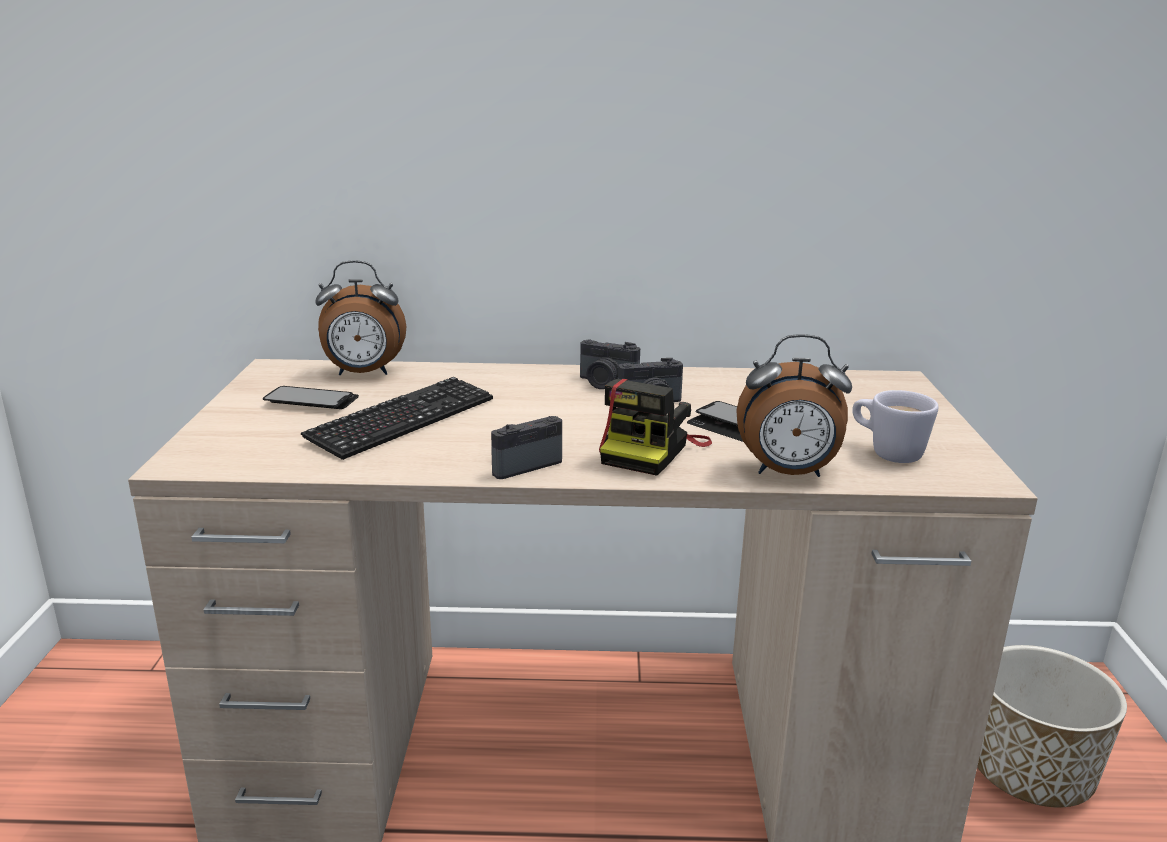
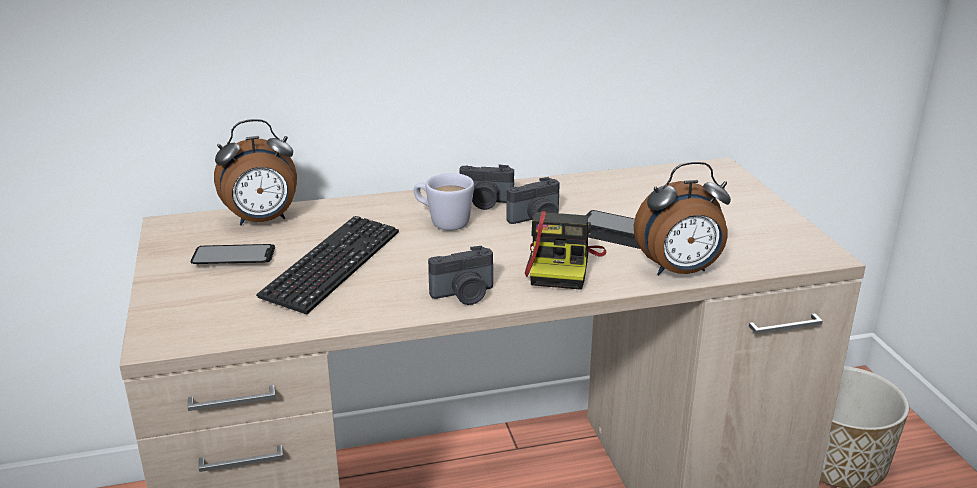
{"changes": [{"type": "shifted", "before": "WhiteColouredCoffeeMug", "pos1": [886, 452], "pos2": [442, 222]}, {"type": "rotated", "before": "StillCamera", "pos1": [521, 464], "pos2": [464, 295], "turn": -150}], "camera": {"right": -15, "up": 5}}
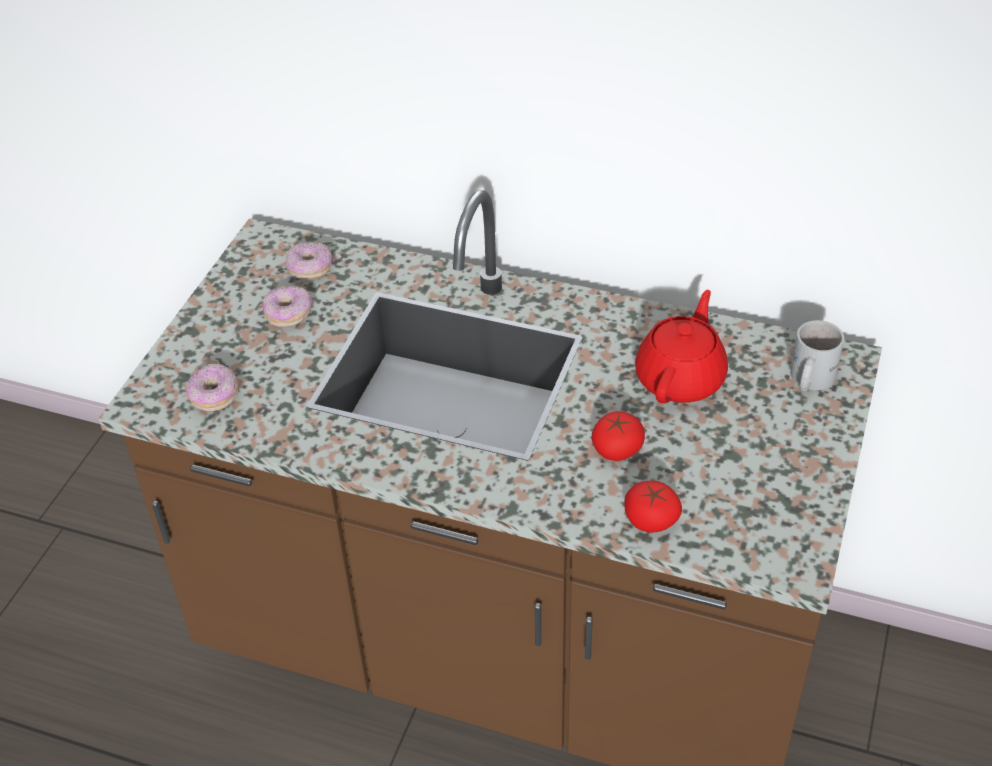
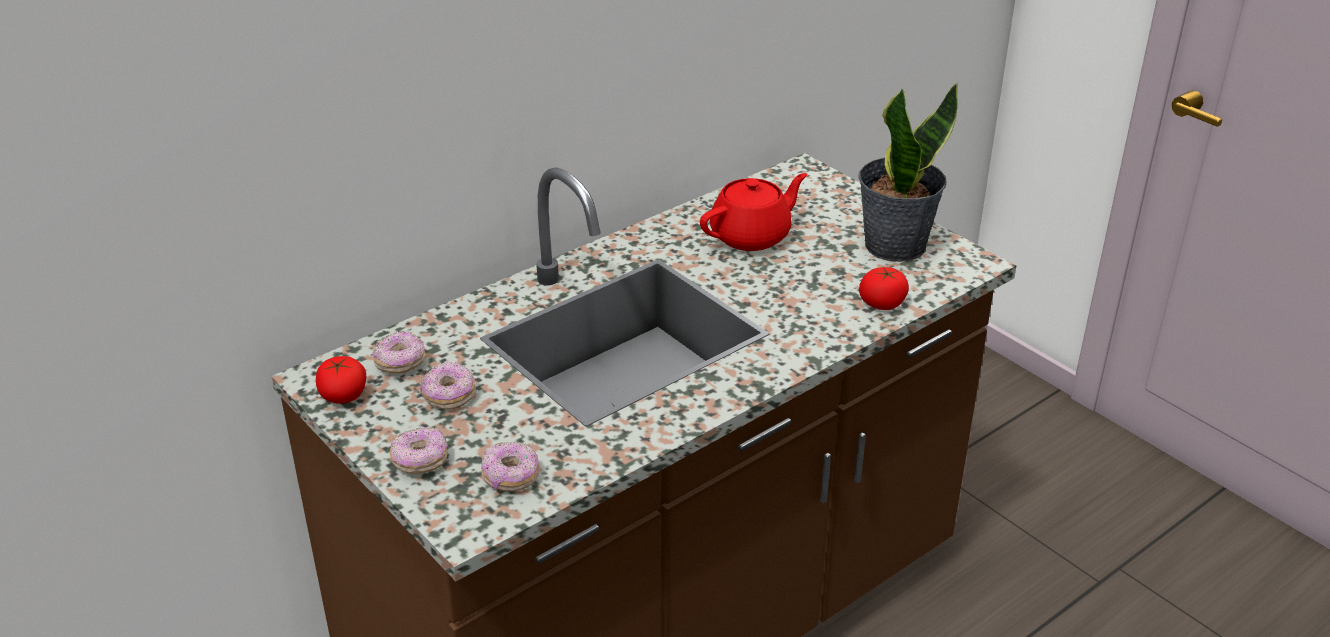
{"changes": [{"type": "shifted", "before": "WholeTomato", "pos1": [617, 449], "pos2": [343, 395]}, {"type": "new", "after": "RingDoughnut", "pos2": [420, 461]}, {"type": "rotated", "before": "RedPotForTea", "pos1": [681, 378], "pos2": [752, 236], "turn": 90}, {"type": "new", "after": "PottedPlant", "pos2": [894, 244]}, {"type": "gone", "before": "WhiteColouredCoffeeMug", "pos1": [808, 379]}], "camera": {"right": -60, "up": -10}}
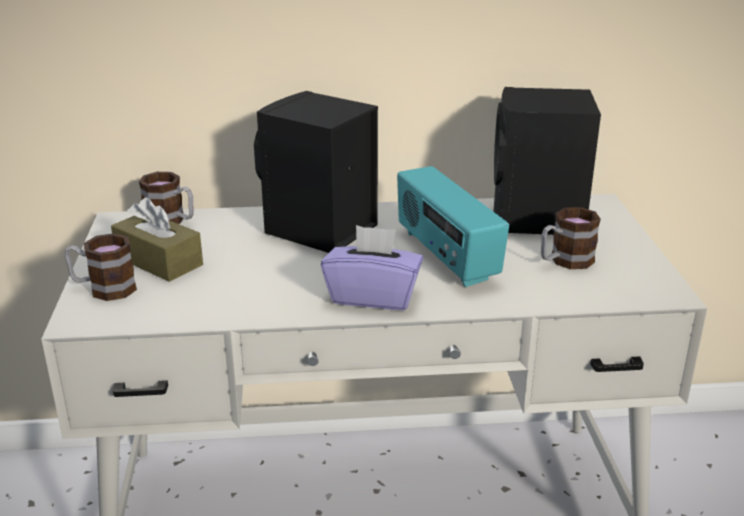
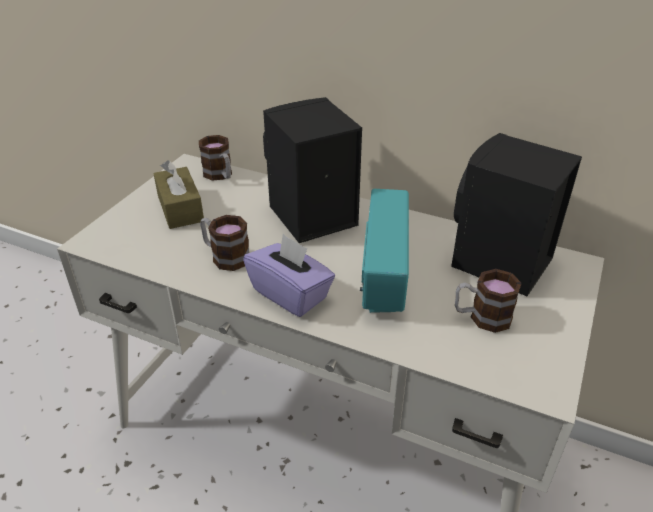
{"changes": [{"type": "shifted", "before": "CoffeeMug", "pos1": [104, 288], "pos2": [225, 256]}], "camera": {"right": 30, "up": 10}}
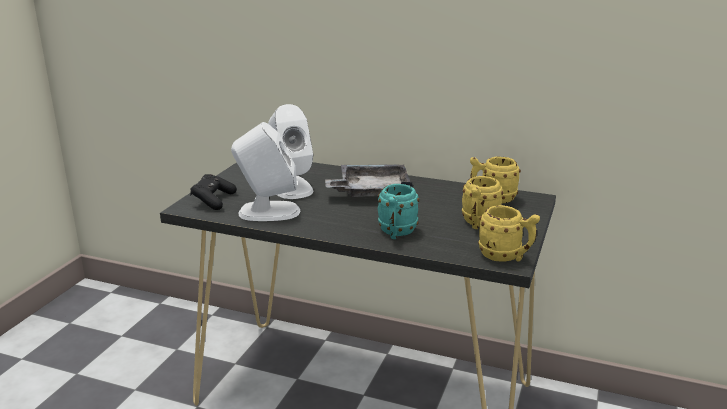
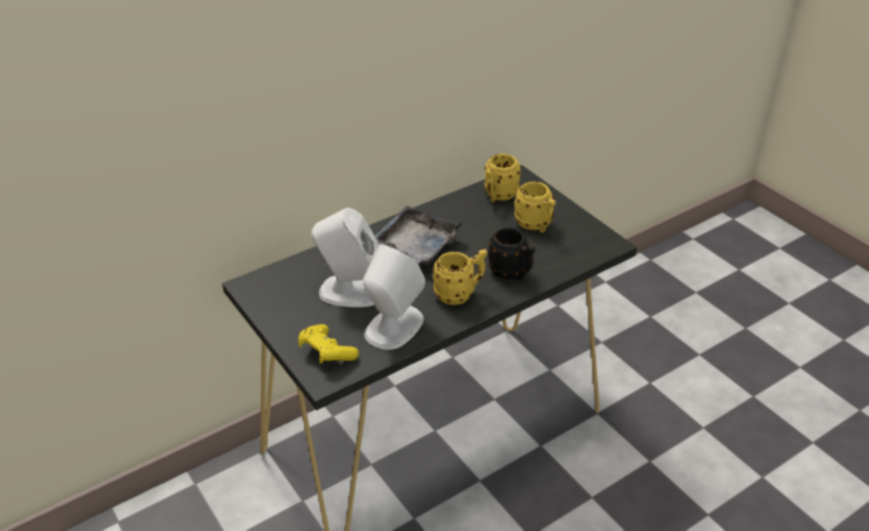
{"changes": [{"type": "repainted", "before": "BlackishJoypad", "after": "YellowJoypad", "pos1": [213, 200], "pos2": [326, 353]}, {"type": "shifted", "before": "YellowCoffeeMug", "pos1": [506, 257], "pos2": [460, 294]}, {"type": "repainted", "before": "TurquoiseColouredCoffeeMug", "after": "BlackishCoffeeMug", "pos1": [396, 233], "pos2": [512, 274]}], "camera": {"right": -55, "up": 15}}
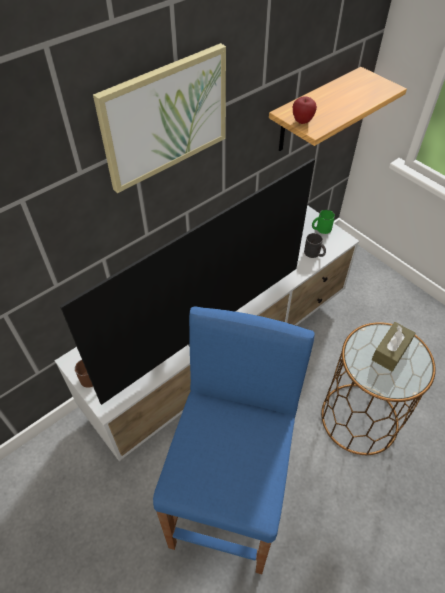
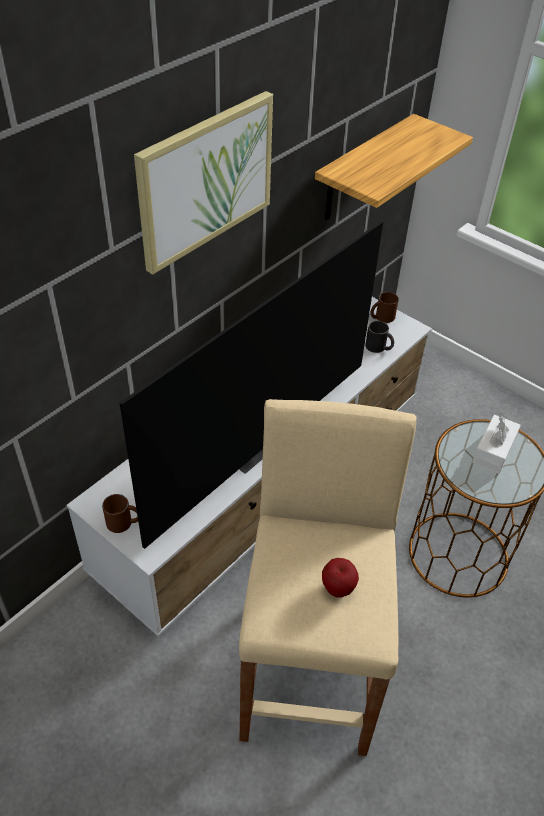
{"changes": [{"type": "repainted", "before": "BlueColouredStoolSeat", "after": "BeigeColouredStoolSeat", "pos1": [230, 497], "pos2": [309, 669]}, {"type": "shifted", "before": "AppleFruit", "pos1": [302, 121], "pos2": [338, 588]}, {"type": "repainted", "before": "GreenCoffeeMug", "after": "BrownishCoffeeMug", "pos1": [321, 229], "pos2": [381, 317]}, {"type": "repainted", "before": "BrownishTissueBox", "after": "WhiteColouredTissueBox", "pos1": [391, 351], "pos2": [493, 451]}], "camera": {"right": -10, "up": -5}}
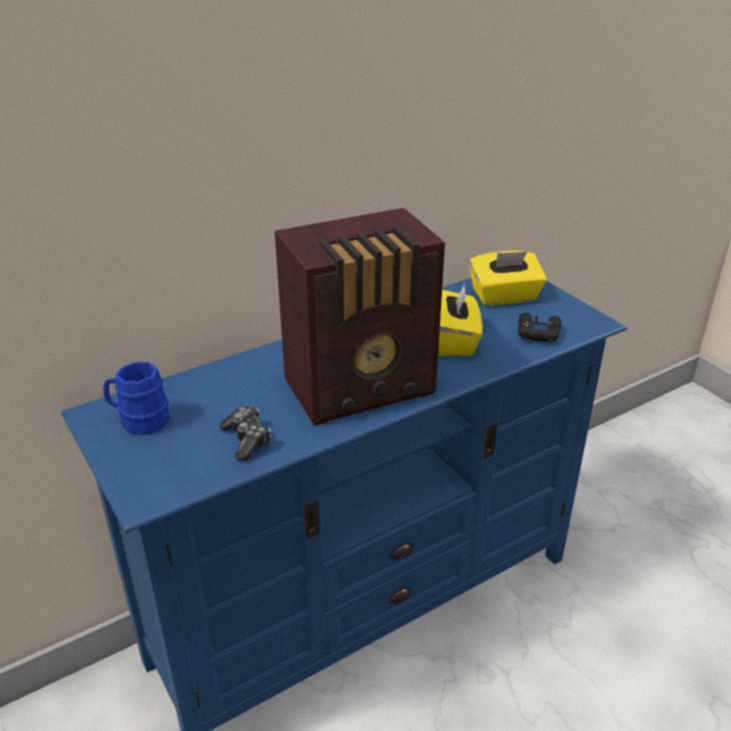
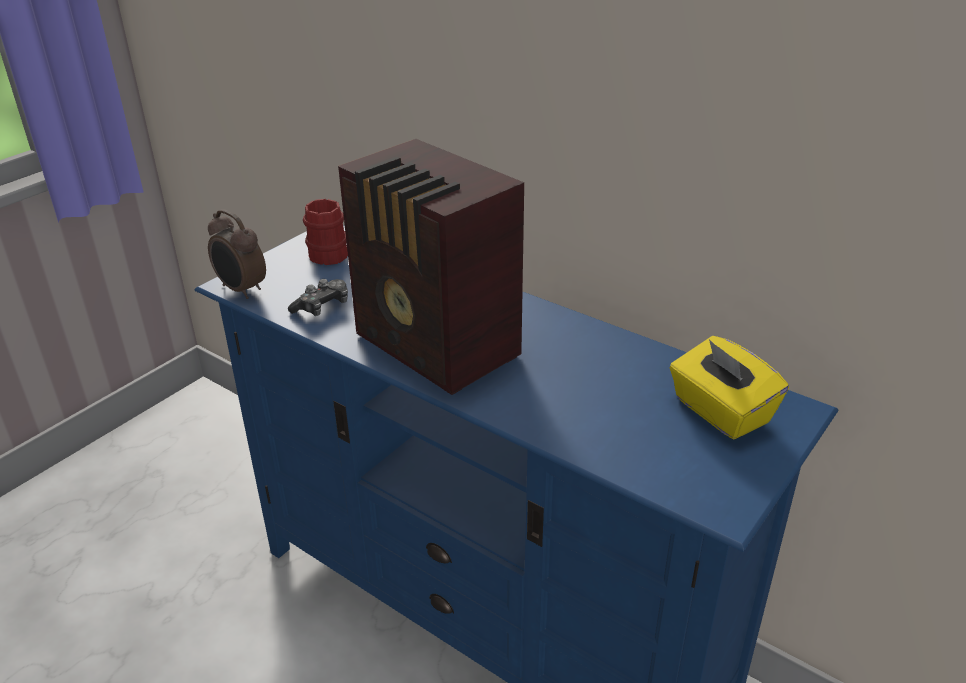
{"changes": [{"type": "new", "after": "TableClock", "pos2": [241, 290]}, {"type": "repainted", "before": "BlueColouredCoffeeMug", "after": "RedCoffeeMug", "pos1": [139, 420], "pos2": [327, 252]}, {"type": "gone", "before": "YellowTissueBox", "pos1": [453, 340]}, {"type": "gone", "before": "BlackishJoypad", "pos1": [537, 332]}], "camera": {"right": 70, "up": 0}}
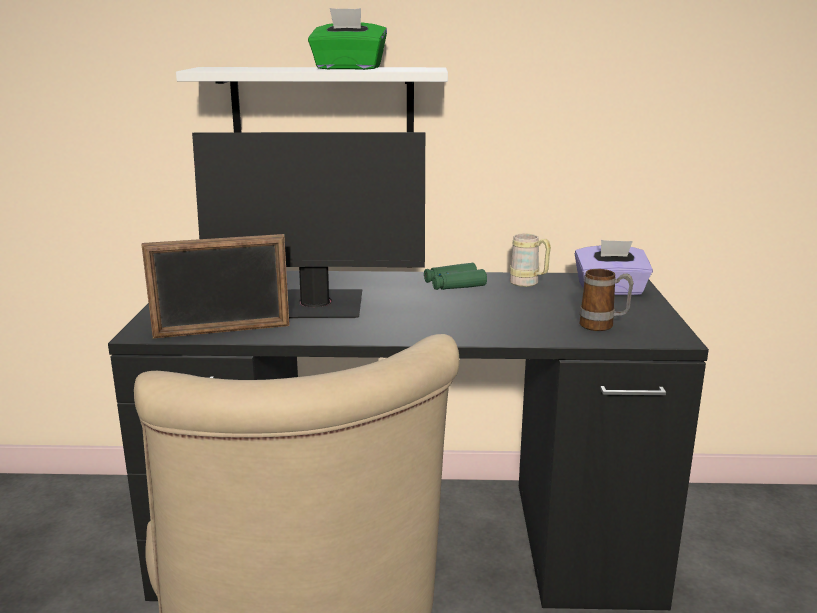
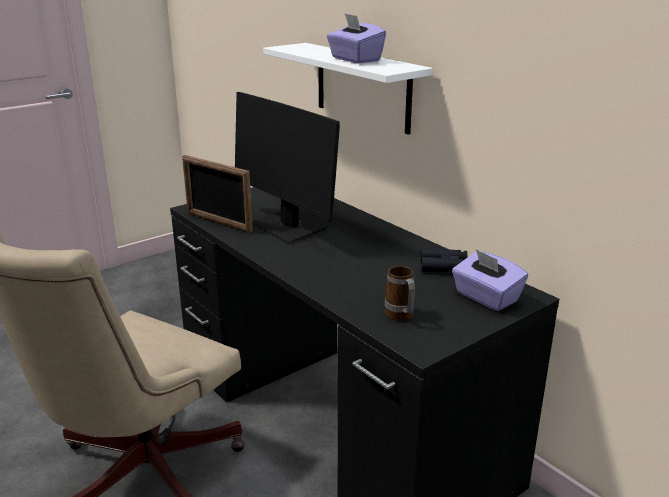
{"changes": [{"type": "repainted", "before": "GreenTissueBox", "after": "PurplishTissueBox", "pos1": [348, 68], "pos2": [355, 59]}, {"type": "swapped", "before": "BeigeColouredCoffeeMug", "after": "BlackishPairOfBinoculars", "pos1": [529, 284], "pos2": [444, 267]}, {"type": "gone", "before": "GreenPairOfBinoculars", "pos1": [454, 284]}], "camera": {"right": 50, "up": 5}}
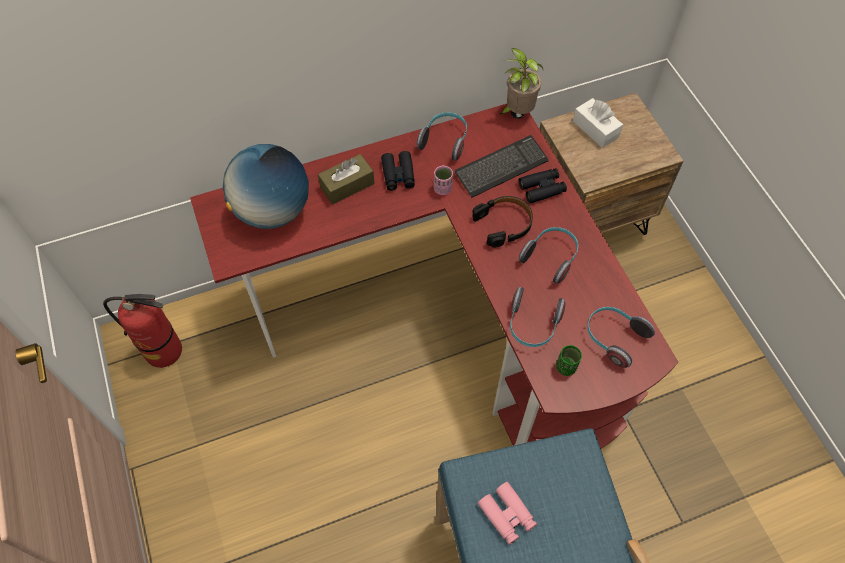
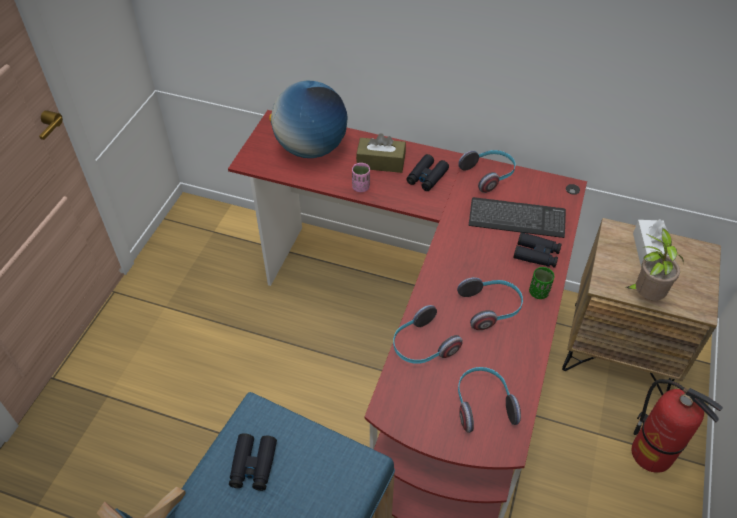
{"changes": [{"type": "repainted", "before": "PinkColouredPairOfBinoculars", "after": "BlackishPairOfBinoculars", "pos1": [507, 515], "pos2": [253, 465]}, {"type": "shifted", "before": "PinkColouredDrinkingCup", "pos1": [442, 189], "pos2": [361, 187]}, {"type": "shifted", "before": "GreenDrinkingCup", "pos1": [566, 367], "pos2": [538, 292]}, {"type": "shifted", "before": "PottedPlant", "pos1": [517, 112], "pos2": [645, 295]}, {"type": "shifted", "before": "FireExtinguisher", "pos1": [164, 351], "pos2": [652, 454]}, {"type": "gone", "before": "BlackishHeadphones", "pos1": [504, 224]}], "camera": {"right": 40, "up": -10}}
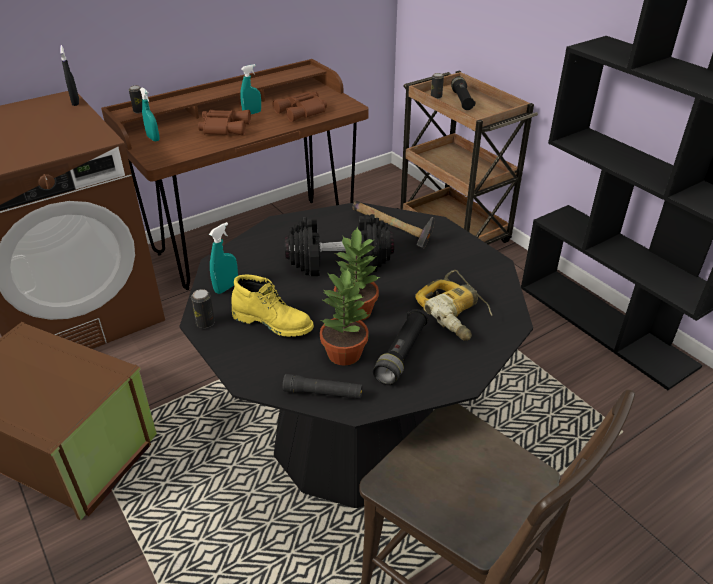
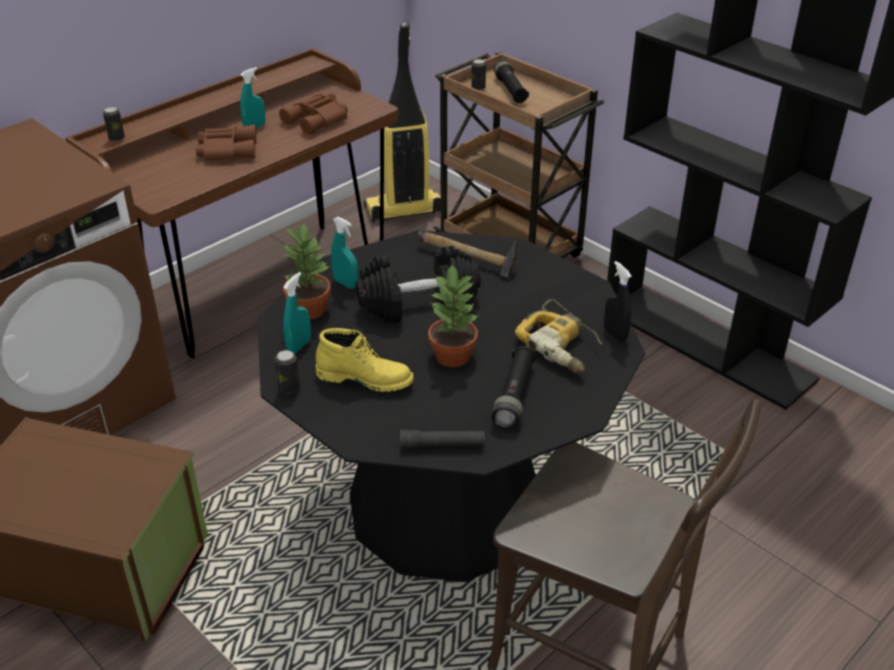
{"changes": [{"type": "shifted", "before": "PottedPlant", "pos1": [344, 353], "pos2": [308, 309]}, {"type": "shifted", "before": "TurquoiseColouredSprayBottle", "pos1": [153, 138], "pos2": [346, 283]}, {"type": "new", "after": "VacuumCleaner", "pos2": [403, 211]}, {"type": "shifted", "before": "BlackishSprayBottle", "pos1": [75, 102], "pos2": [615, 334]}], "camera": {"right": -10, "up": 0}}
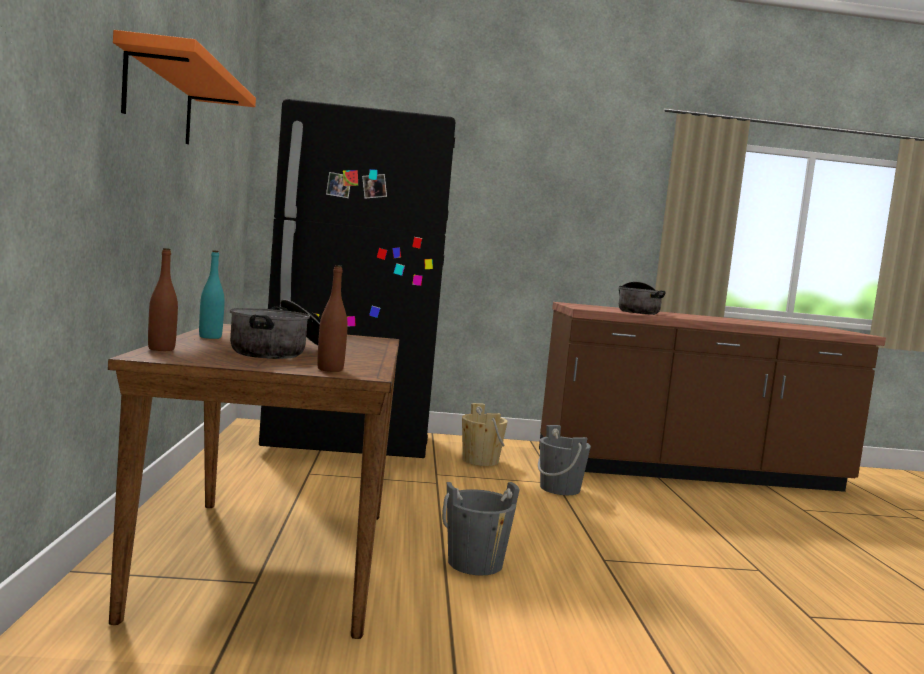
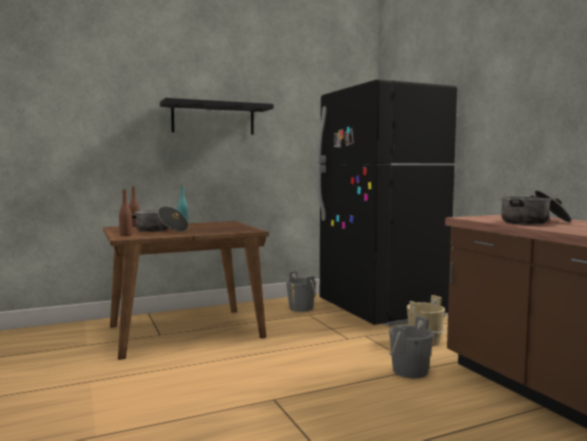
{"changes": [{"type": "repainted", "before": "OrangeColouredShelf", "after": "BlackishShelf", "pos1": [159, 98], "pos2": [213, 119]}, {"type": "shifted", "before": "GreyishPail", "pos1": [475, 563], "pos2": [301, 308]}], "camera": {"right": 70, "up": 0}}
